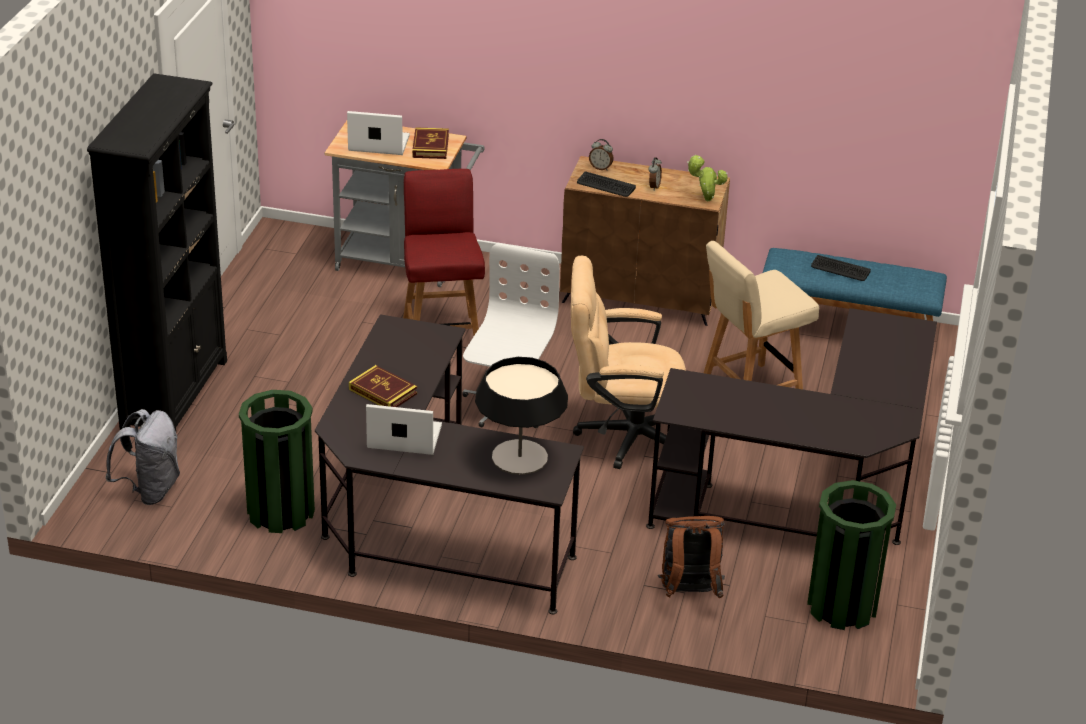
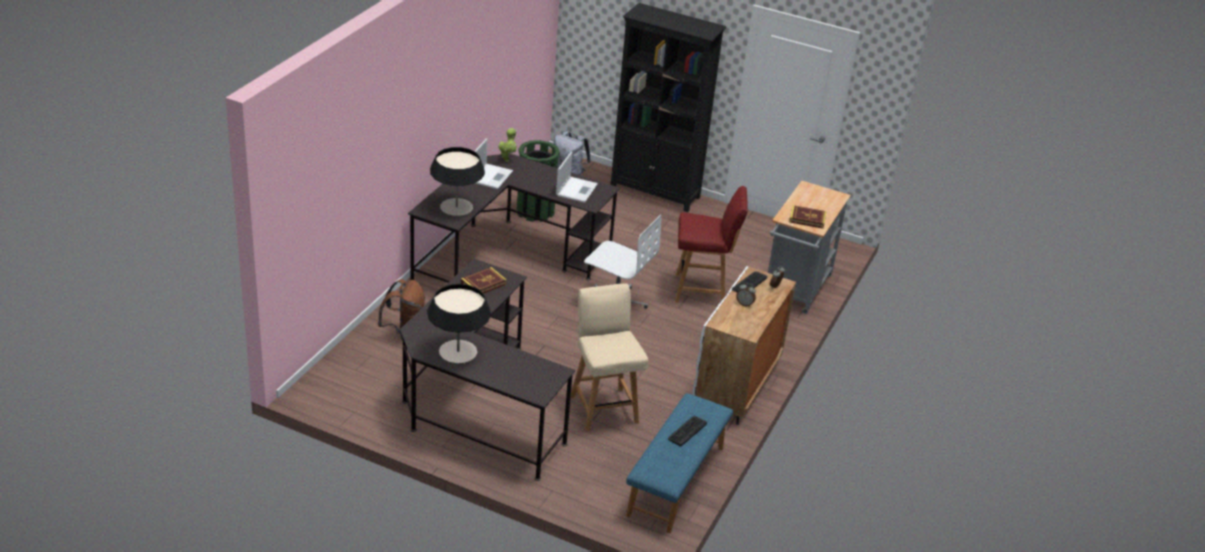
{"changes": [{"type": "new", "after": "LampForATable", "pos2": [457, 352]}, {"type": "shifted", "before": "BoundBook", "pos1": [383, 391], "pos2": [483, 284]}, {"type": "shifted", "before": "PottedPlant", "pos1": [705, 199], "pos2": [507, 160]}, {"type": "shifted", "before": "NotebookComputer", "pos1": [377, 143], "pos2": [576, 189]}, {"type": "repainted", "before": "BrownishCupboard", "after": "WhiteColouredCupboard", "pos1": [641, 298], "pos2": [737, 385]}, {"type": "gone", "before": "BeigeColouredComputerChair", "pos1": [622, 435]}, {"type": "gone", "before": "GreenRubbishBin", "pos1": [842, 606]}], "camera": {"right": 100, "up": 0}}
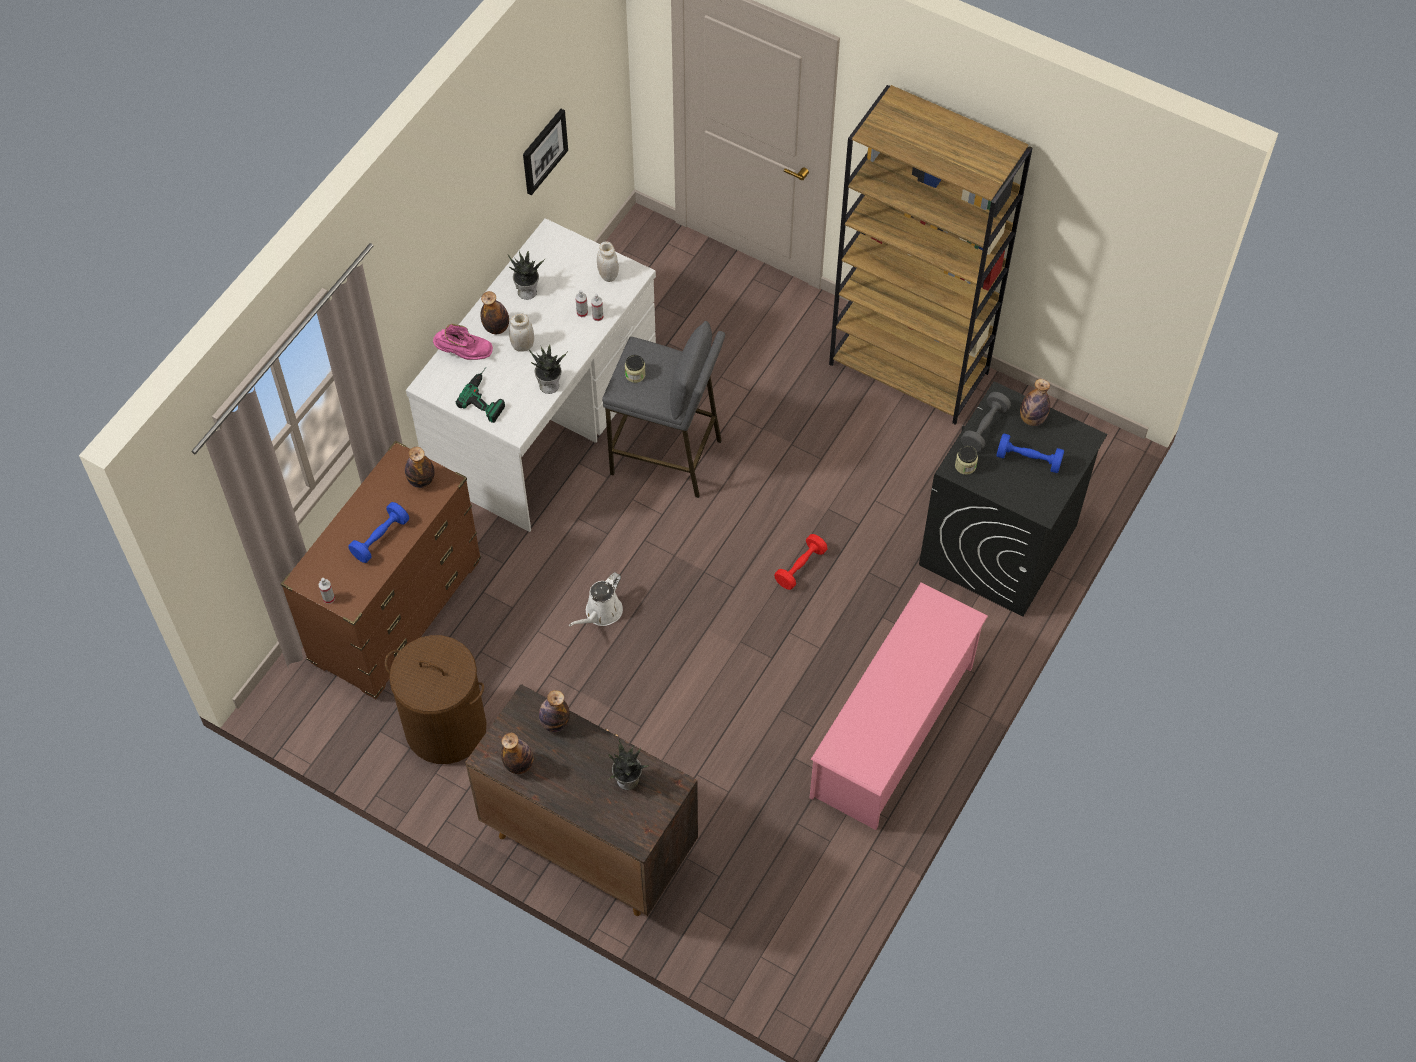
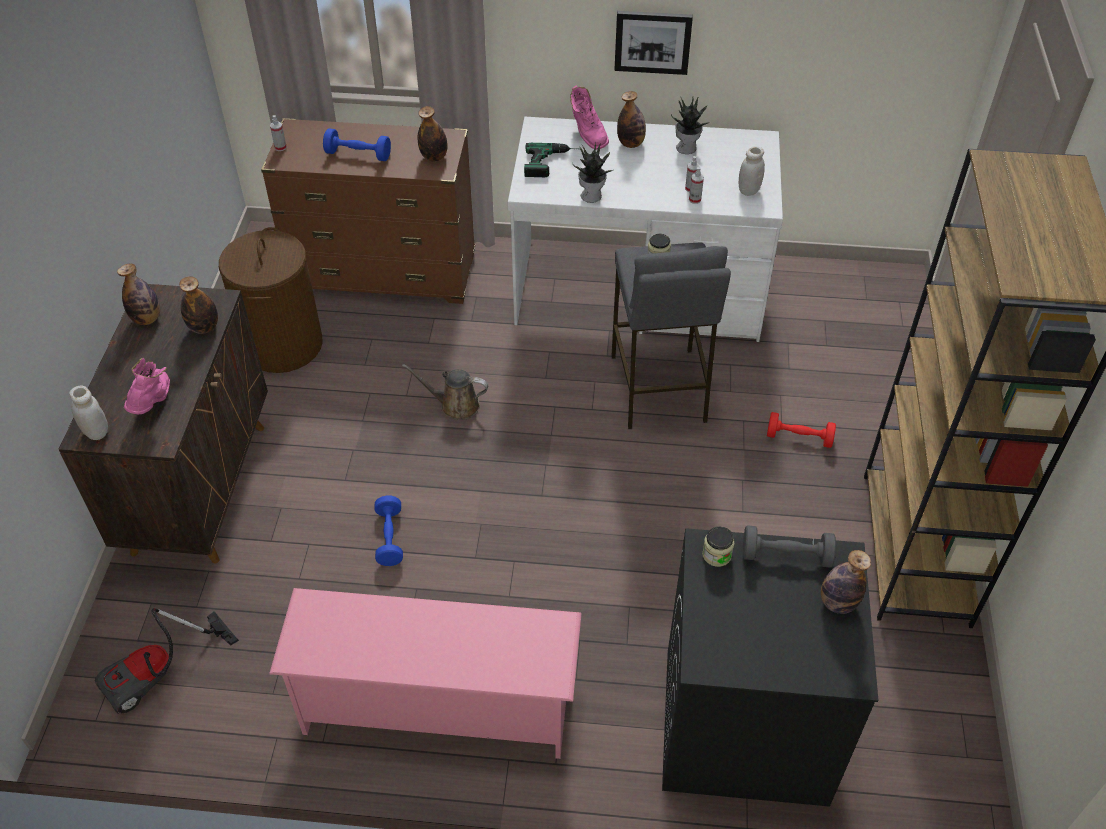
{"changes": [{"type": "shifted", "before": "WhiteColouredStorageJar", "pos1": [523, 346], "pos2": [96, 432]}, {"type": "new", "after": "VacuumCleaner", "pos2": [160, 675]}, {"type": "swapped", "before": "PottedPlant", "after": "PinkColouredTallBoot", "pos1": [627, 781], "pos2": [154, 403]}, {"type": "shifted", "before": "BlueColouredFreeWeight", "pos1": [1028, 460], "pos2": [389, 538]}, {"type": "repainted", "before": "WhiteColouredSprinklingCan", "after": "BrownishSprinklingCan", "pos1": [601, 613], "pos2": [455, 405]}, {"type": "shifted", "before": "WallPicture", "pos1": [543, 151], "pos2": [652, 41]}, {"type": "shifted", "before": "RedFreeWeight", "pos1": [800, 567], "pos2": [799, 438]}], "camera": {"right": 65, "up": -10}}
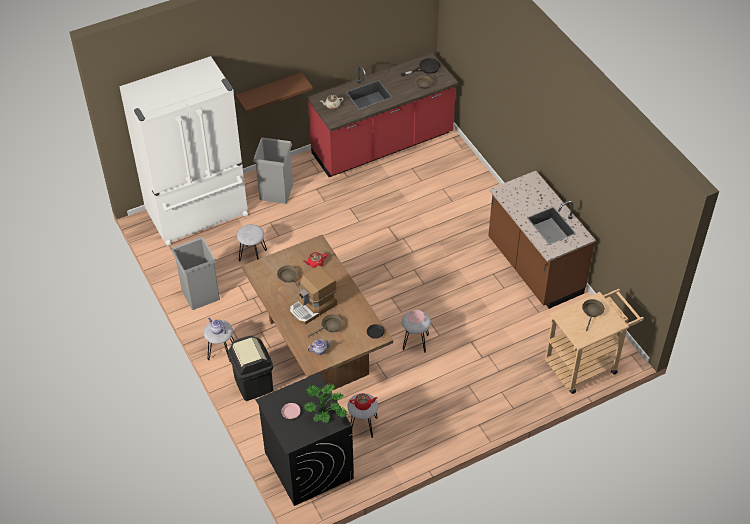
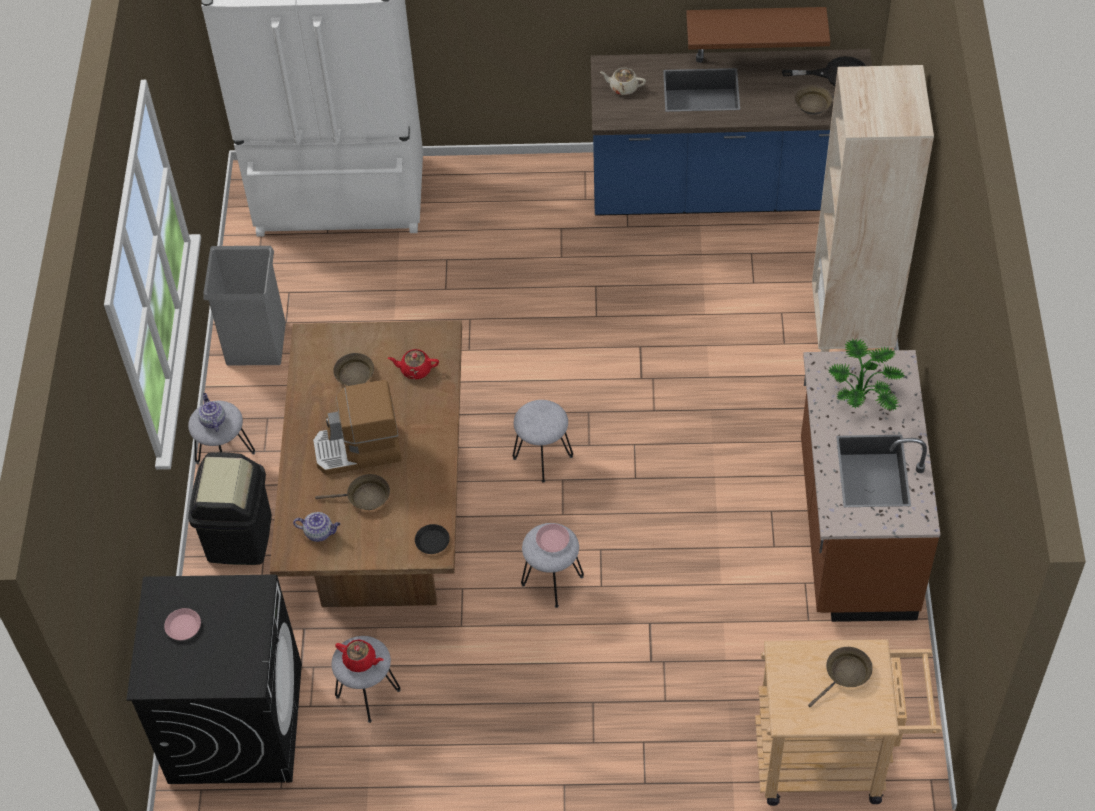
{"changes": [{"type": "shifted", "before": "GreyishStoolSeat", "pos1": [253, 255], "pos2": [543, 457]}, {"type": "repainted", "before": "RedKitchenCounter", "after": "BlueColouredKitchenCounter", "pos1": [383, 145], "pos2": [726, 191]}, {"type": "shifted", "before": "BrownishShelf", "pos1": [269, 91], "pos2": [755, 23]}, {"type": "new", "after": "BeigeColouredShelvingUnit", "pos2": [851, 331]}, {"type": "shifted", "before": "PottedPlant", "pos1": [325, 413], "pos2": [863, 395]}, {"type": "gone", "before": "GreyishRubbishBin", "pos1": [276, 191]}], "camera": {"right": 30, "up": 5}}
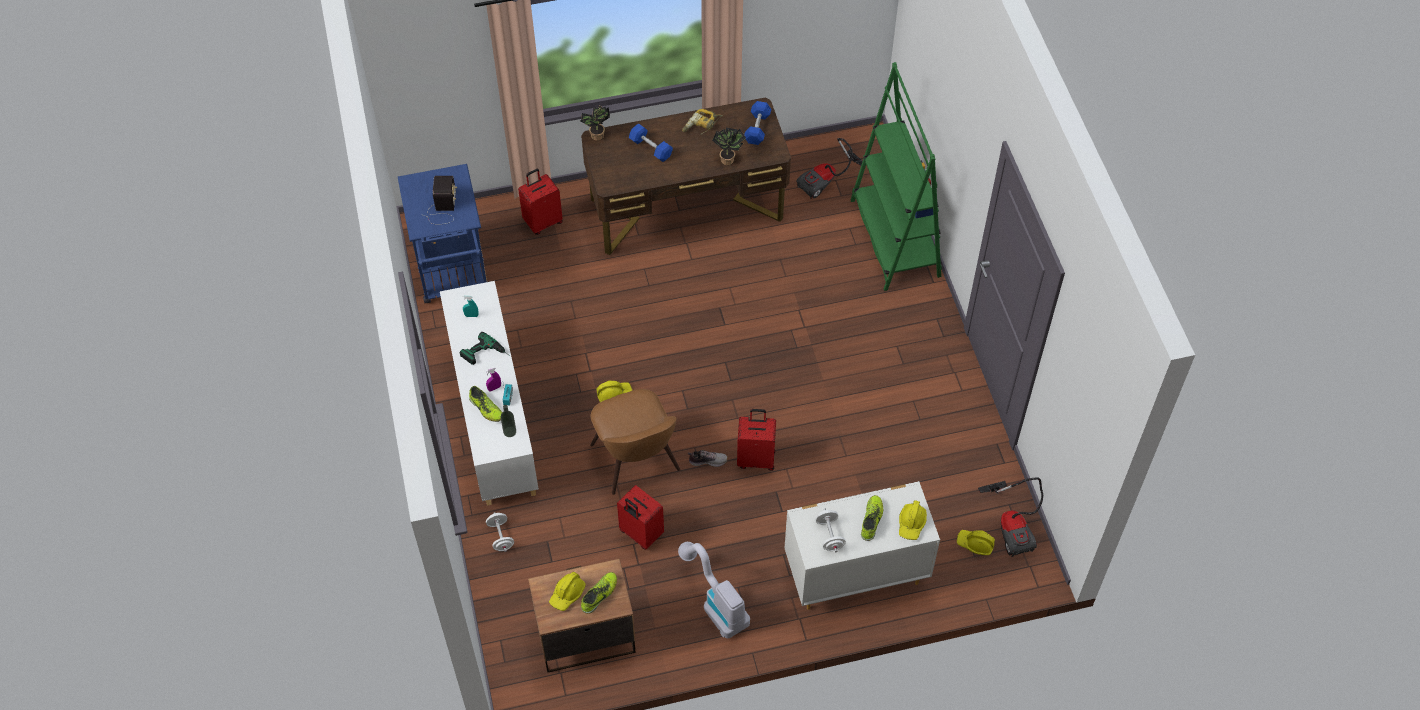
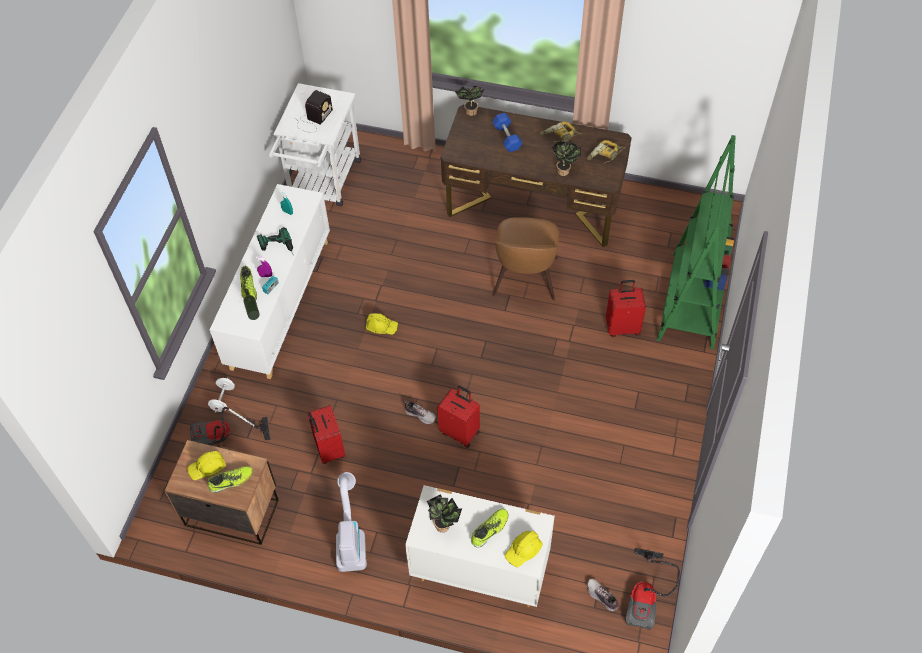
{"changes": [{"type": "shifted", "before": "VacuumCleaner", "pos1": [827, 181], "pos2": [223, 439]}, {"type": "repainted", "before": "BlueColouredWheeledCart", "after": "WhiteColouredWheeledCart", "pos1": [453, 275], "pos2": [322, 184]}, {"type": "swapped", "before": "WhiteColouredFreeWeight", "after": "PottedPlant", "pos1": [829, 535], "pos2": [445, 525]}, {"type": "shifted", "before": "BrownishPlainChair", "pos1": [636, 461], "pos2": [525, 279]}, {"type": "swapped", "before": "BlueColouredFreeWeight", "after": "Drill", "pos1": [757, 128], "pos2": [605, 156]}, {"type": "swapped", "before": "YellowHardHat", "after": "ItemOfFootwear", "pos1": [975, 544], "pos2": [602, 597]}, {"type": "shifted", "before": "RedTravelCase", "pos1": [543, 222], "pos2": [622, 327]}], "camera": {"right": 30, "up": 0}}
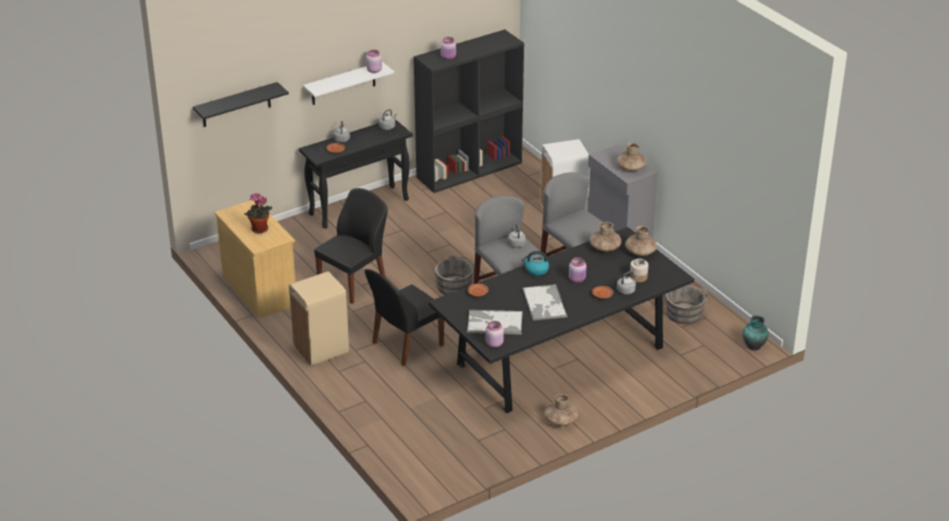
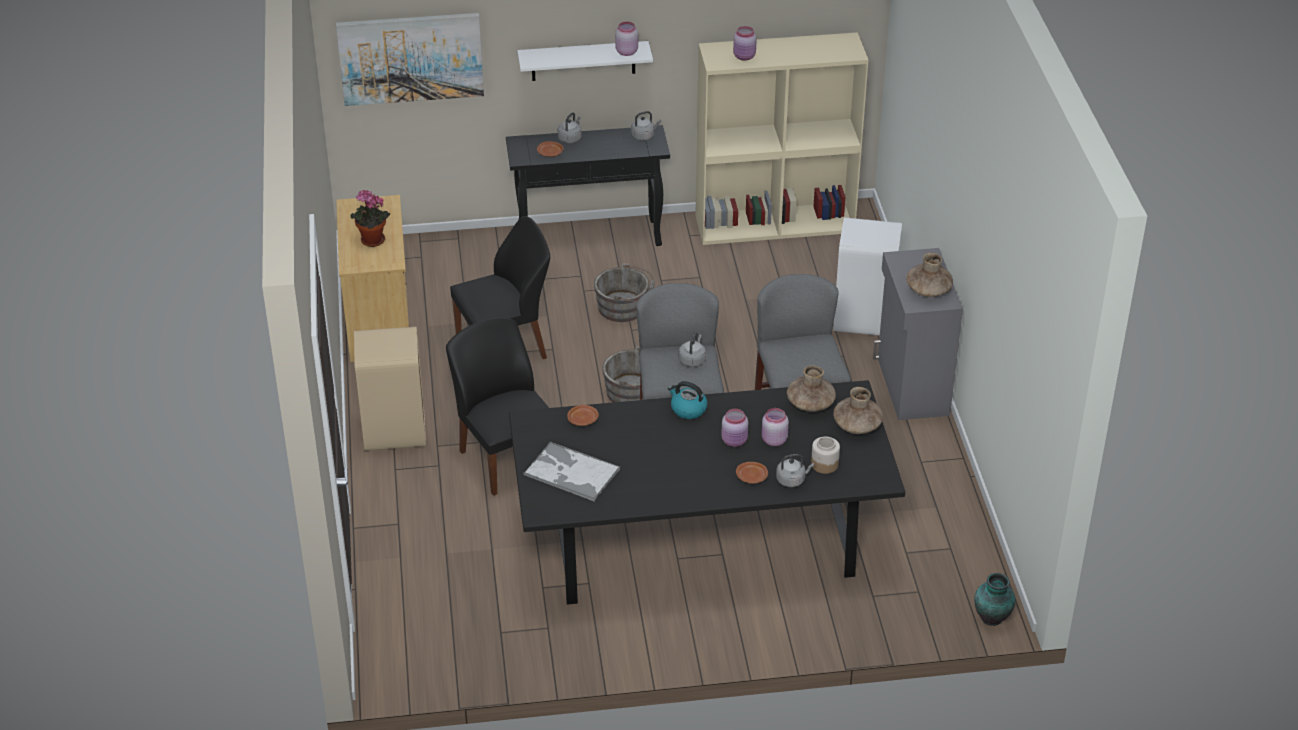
{"changes": [{"type": "swapped", "before": "BlackishShelf", "after": "WallPicture", "pos1": [236, 105], "pos2": [410, 58]}, {"type": "rotated", "before": "BlackishPlainChair", "pos1": [406, 345], "pos2": [507, 459], "turn": 75}, {"type": "shifted", "before": "GreyishPail", "pos1": [686, 313], "pos2": [625, 307]}, {"type": "repainted", "before": "BlackishShelvingUnit", "after": "BeigeColouredShelvingUnit", "pos1": [469, 169], "pos2": [775, 223]}, {"type": "shifted", "before": "PinkColouredStorageJar", "pos1": [493, 344], "pos2": [773, 440]}, {"type": "gone", "before": "ServingTray", "pos1": [544, 303]}, {"type": "gone", "before": "BrownishVase", "pos1": [560, 420]}], "camera": {"right": 25, "up": 5}}
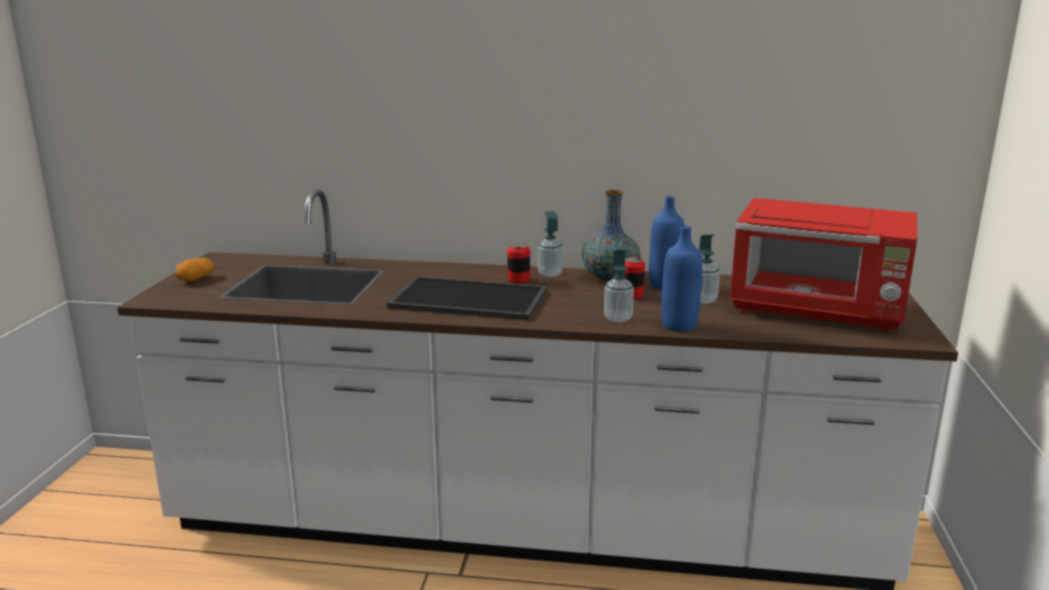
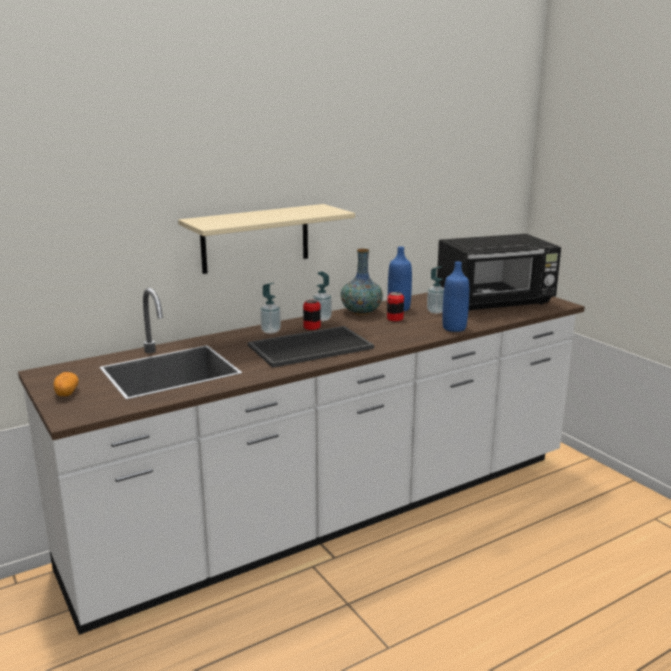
{"changes": [{"type": "new", "after": "BeigeColouredShelf", "pos2": [255, 238]}, {"type": "shifted", "before": "SoapDispenser", "pos1": [618, 318], "pos2": [270, 331]}, {"type": "repainted", "before": "RedKitchenMicrowave", "after": "BlackishKitchenMicrowave", "pos1": [818, 310], "pos2": [496, 302]}], "camera": {"right": -40, "up": 0}}
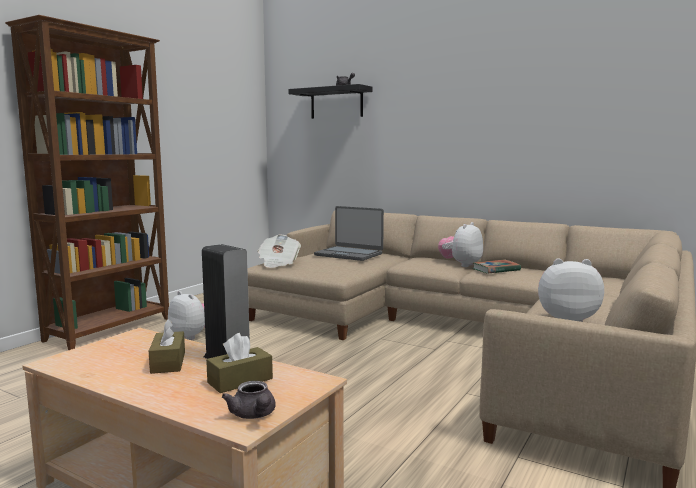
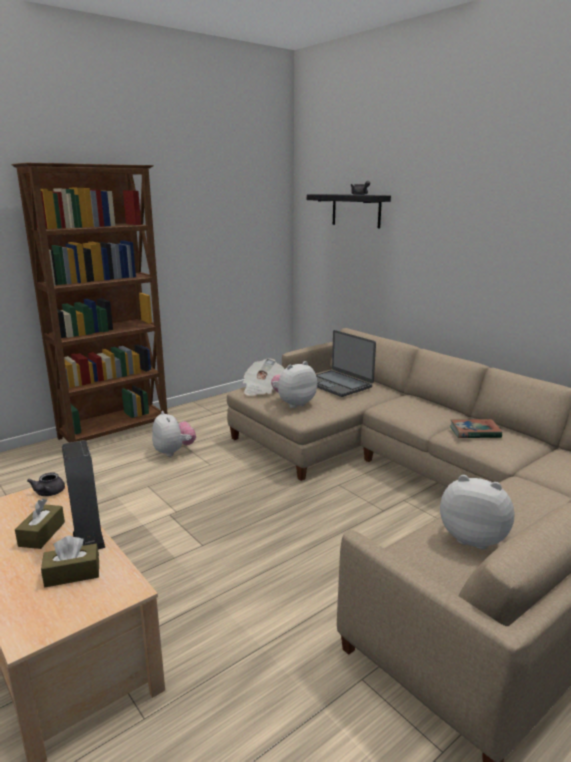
{"changes": [{"type": "shifted", "before": "GreyishPotForTea", "pos1": [254, 415], "pos2": [48, 493]}, {"type": "shifted", "before": "PlushToy", "pos1": [461, 265], "pos2": [293, 403]}], "camera": {"right": 20, "up": 10}}
